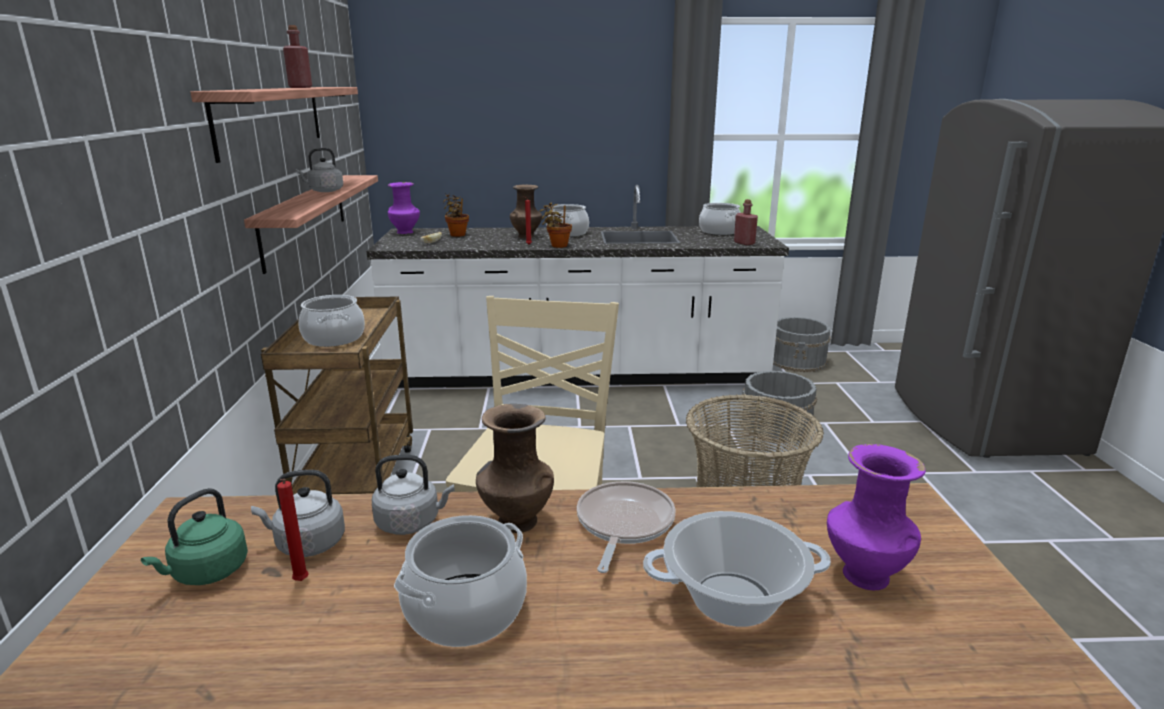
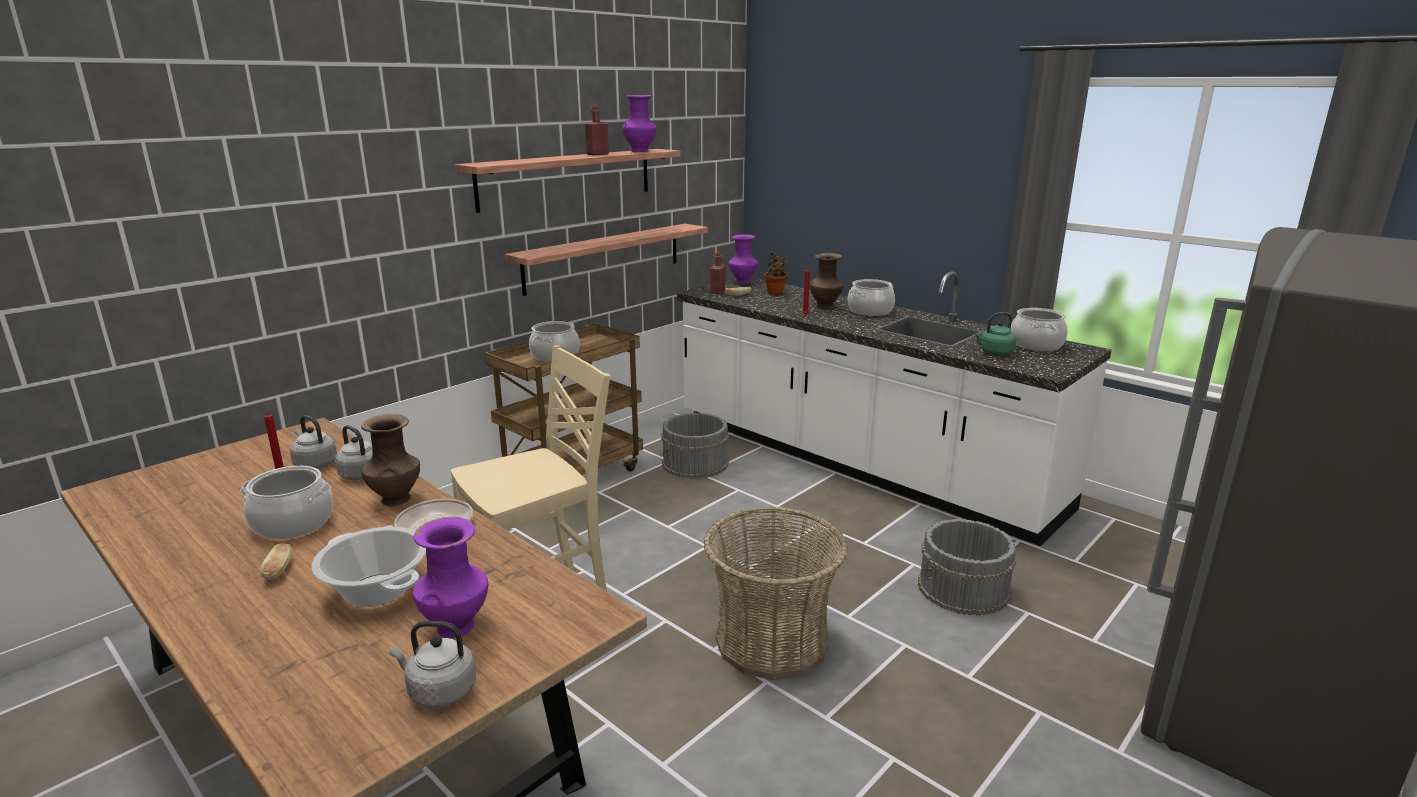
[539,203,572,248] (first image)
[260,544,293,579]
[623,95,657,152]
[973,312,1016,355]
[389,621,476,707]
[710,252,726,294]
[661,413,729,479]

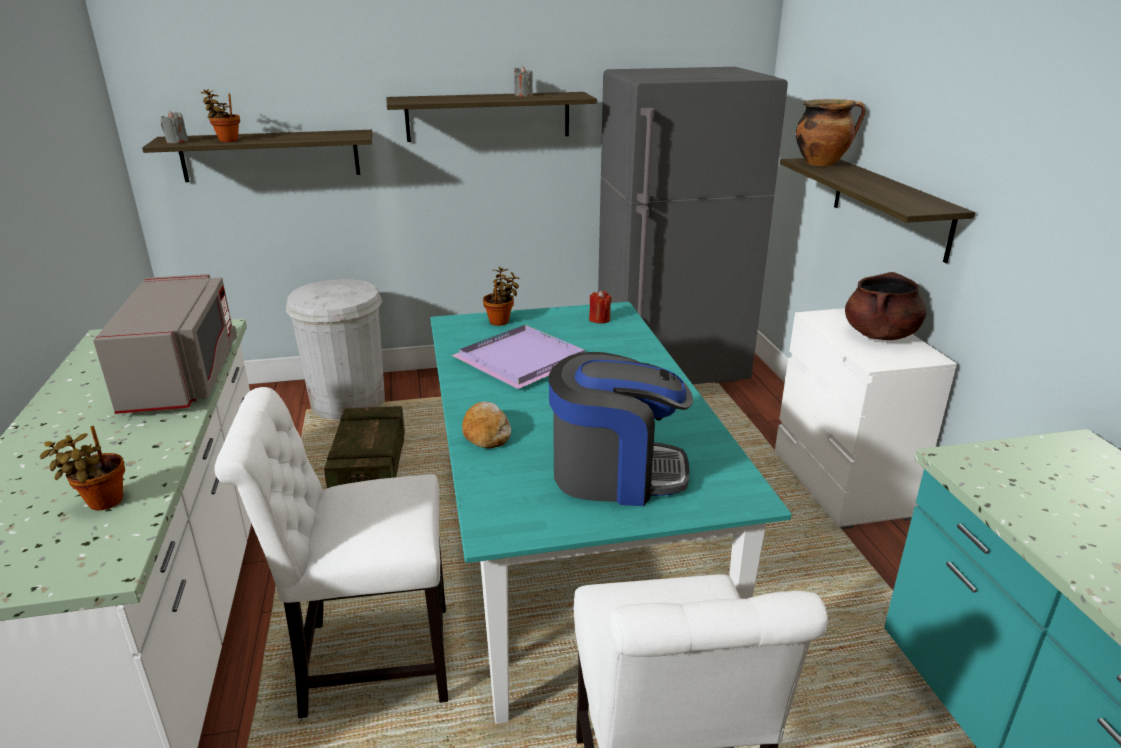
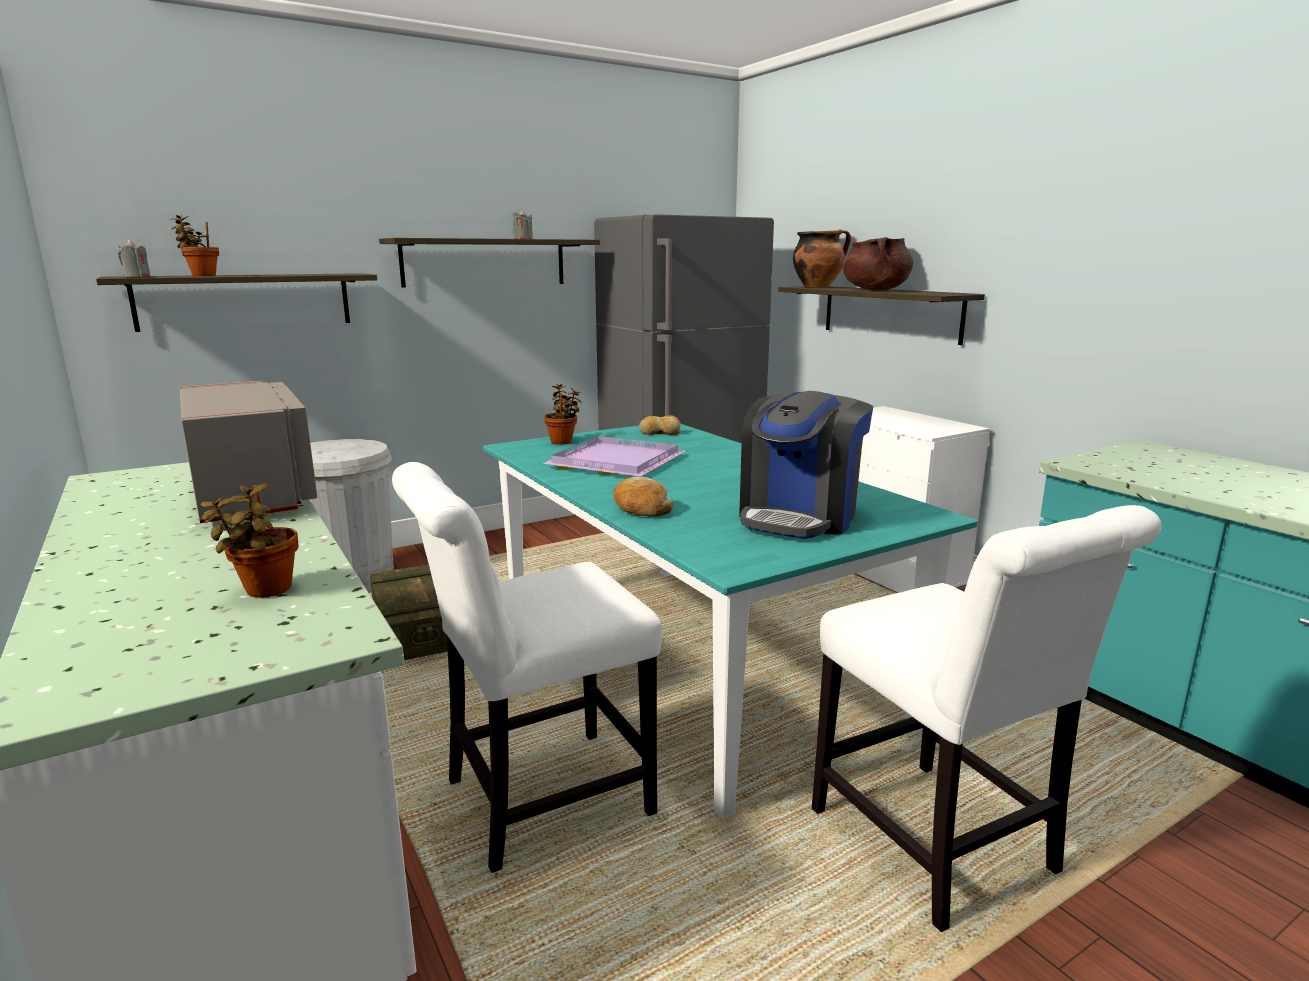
[843,237,913,290]
[639,415,681,435]
[739,391,873,539]

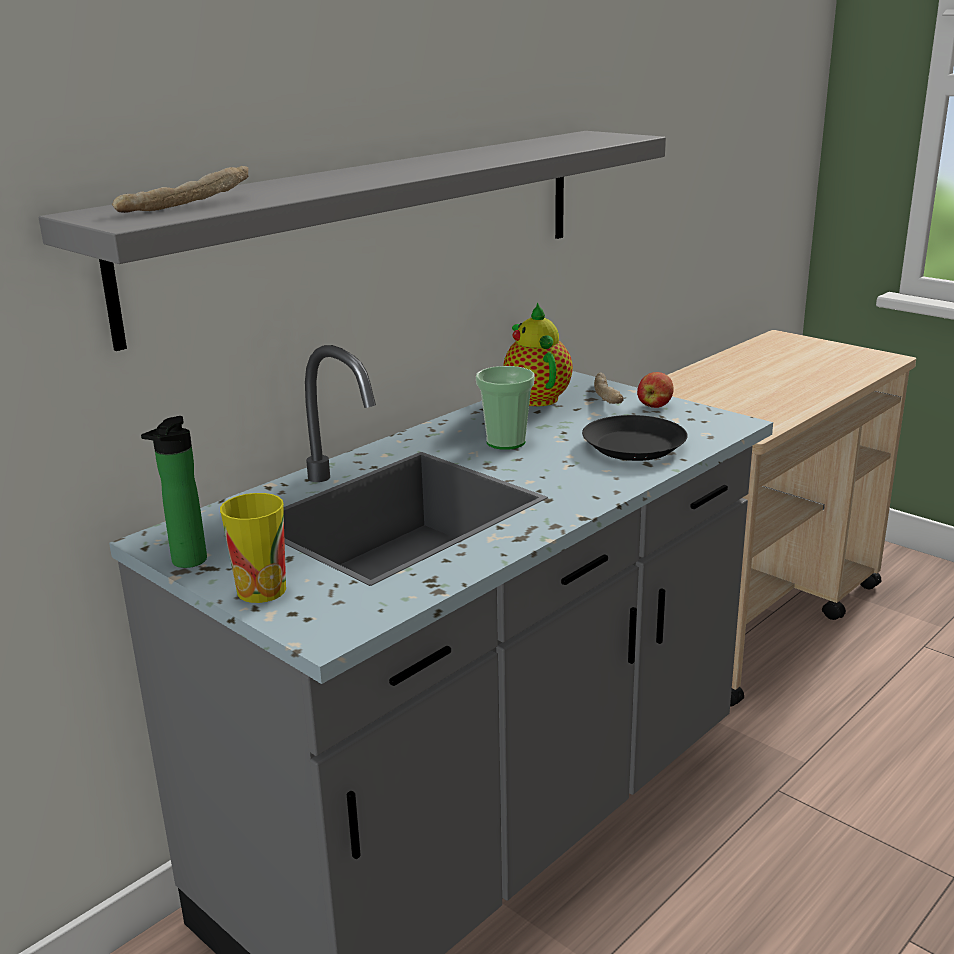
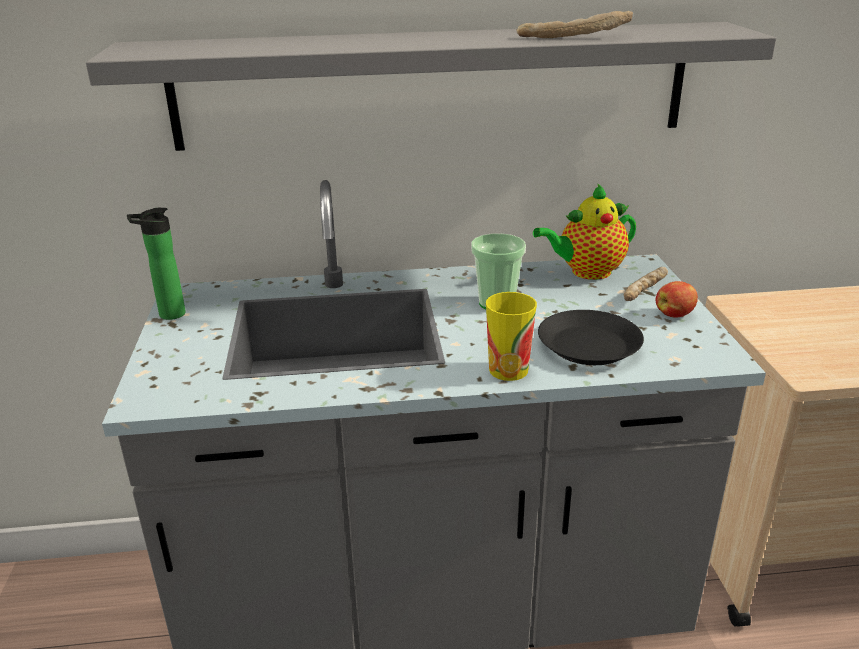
[517,11,633,38]
[486,292,537,381]
[533,183,636,280]

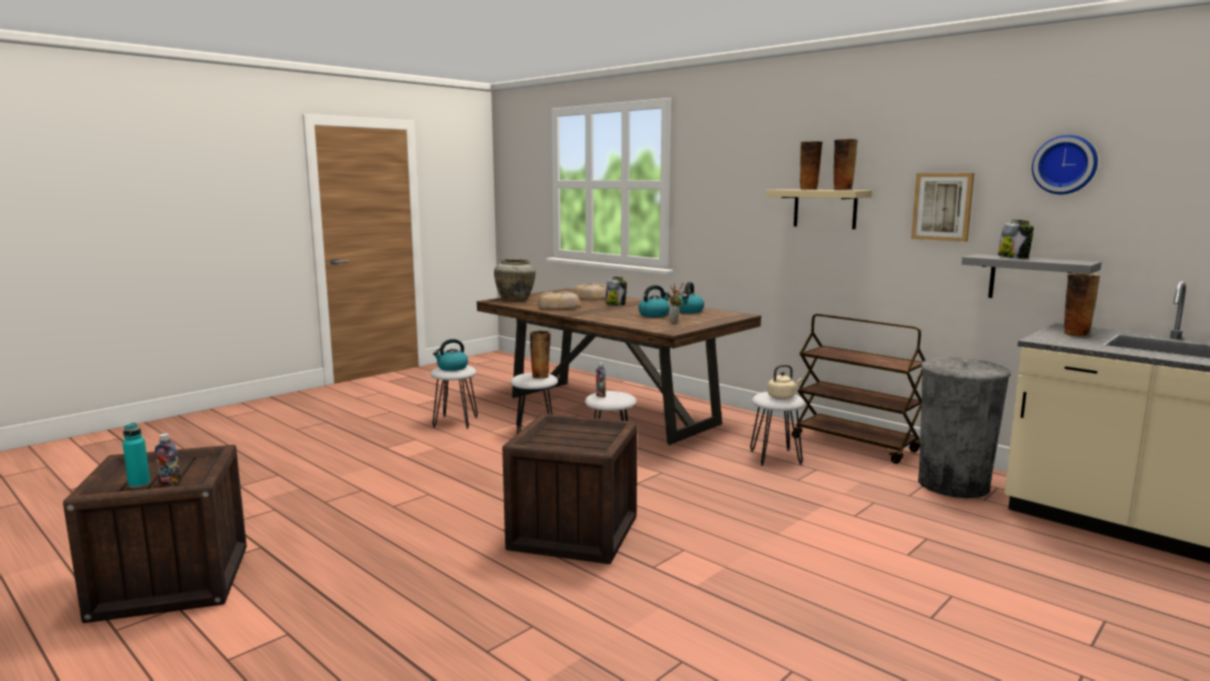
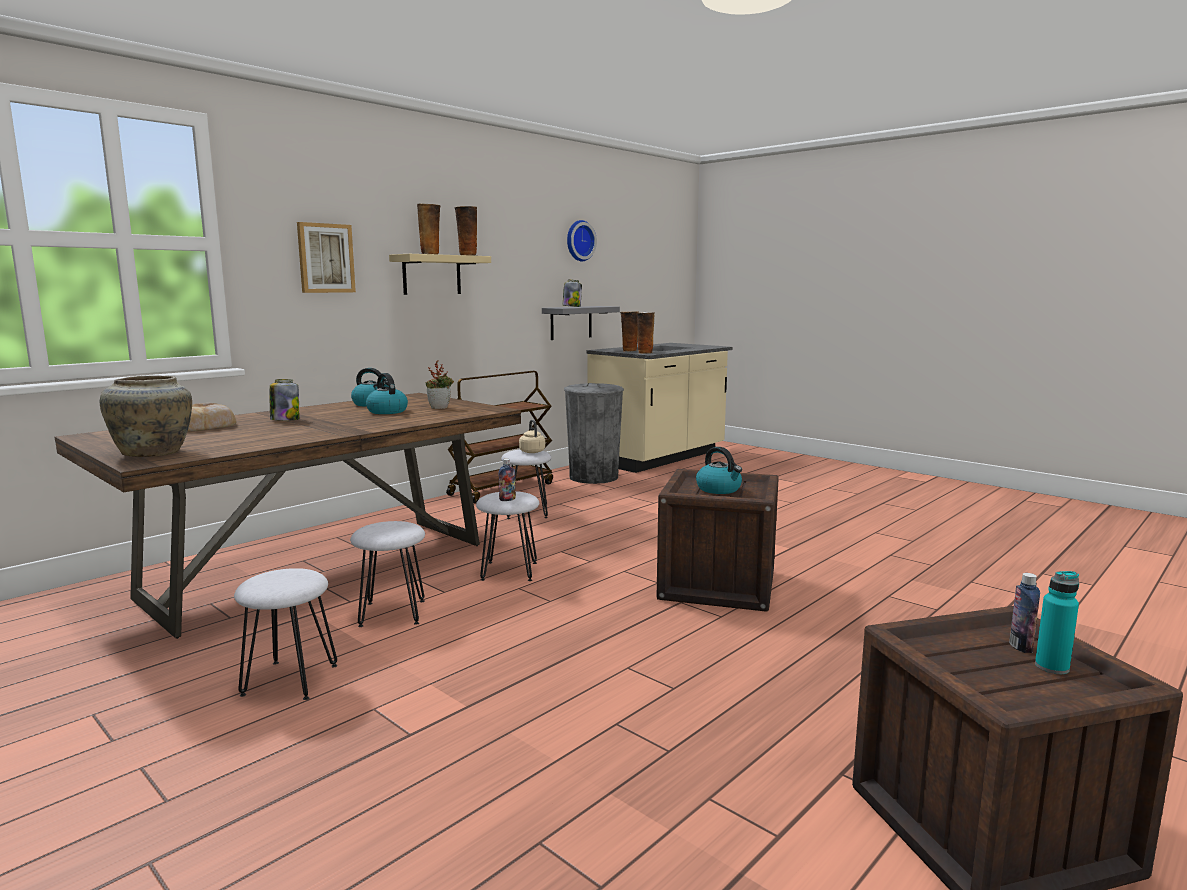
[538,292,581,309] (first image)
[696,447,742,494]
[636,312,654,354]
[297,222,356,293]

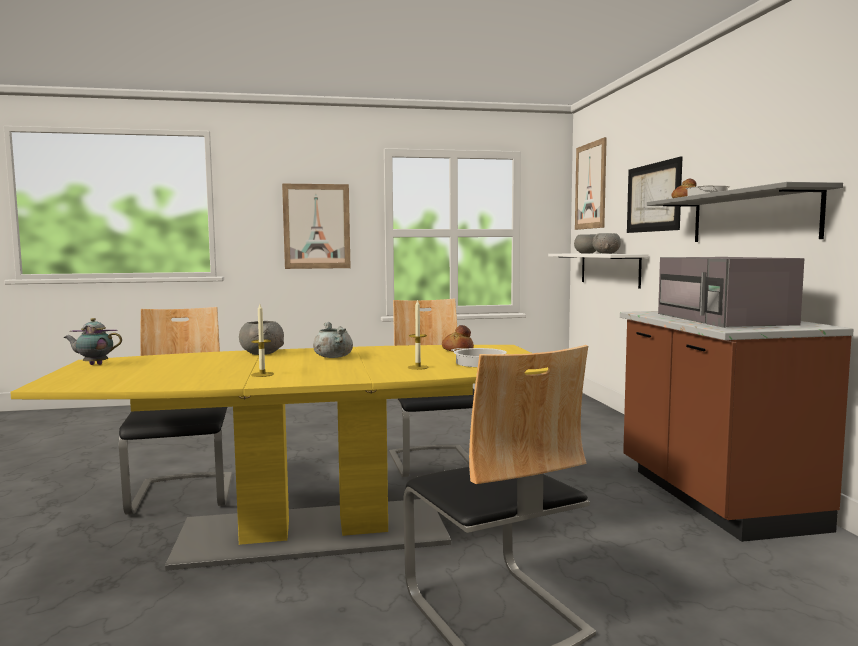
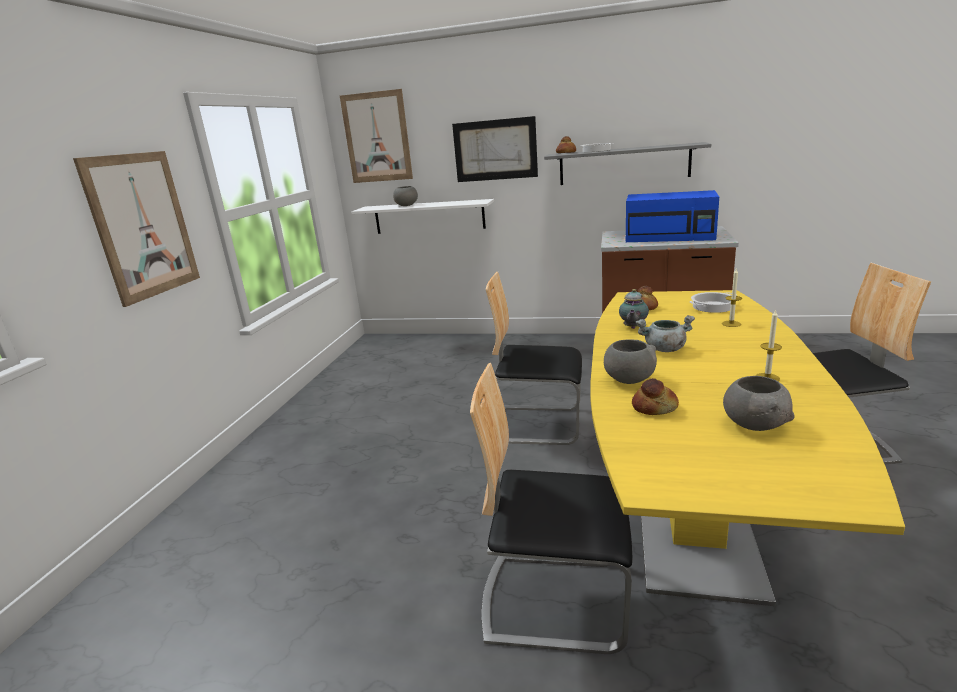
[632,378,679,415]
[619,289,649,329]
[723,376,795,431]
[626,190,719,242]

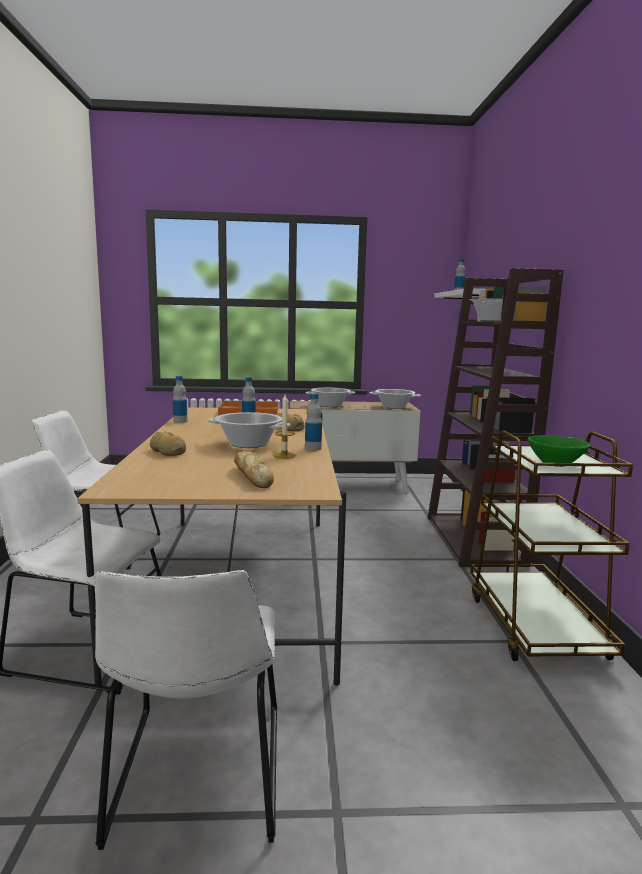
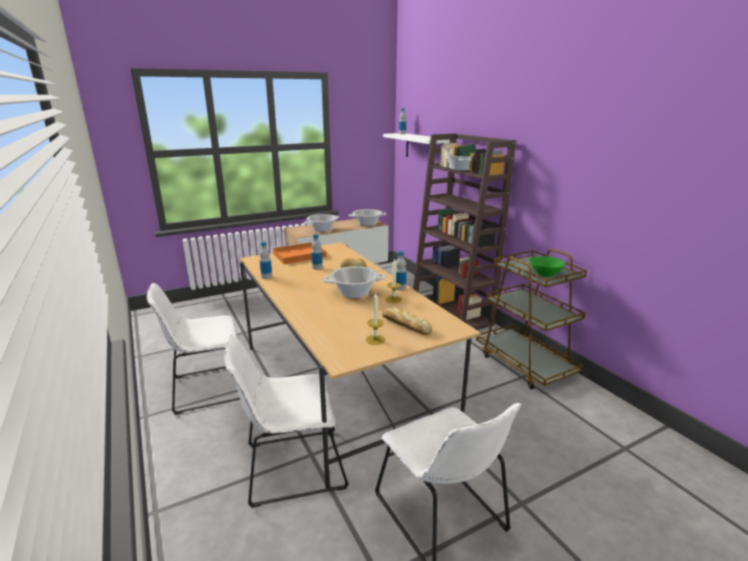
[150,432,186,456] (first image)
[366,292,385,345]

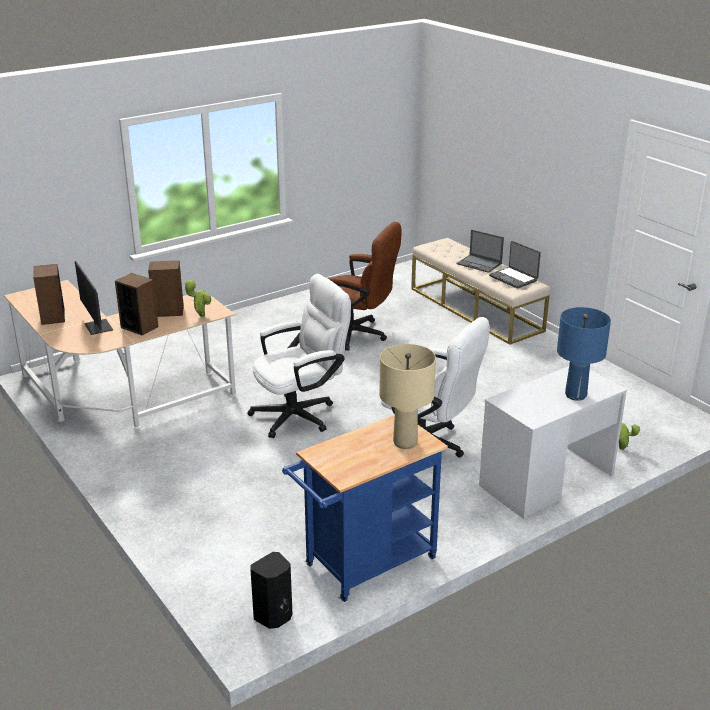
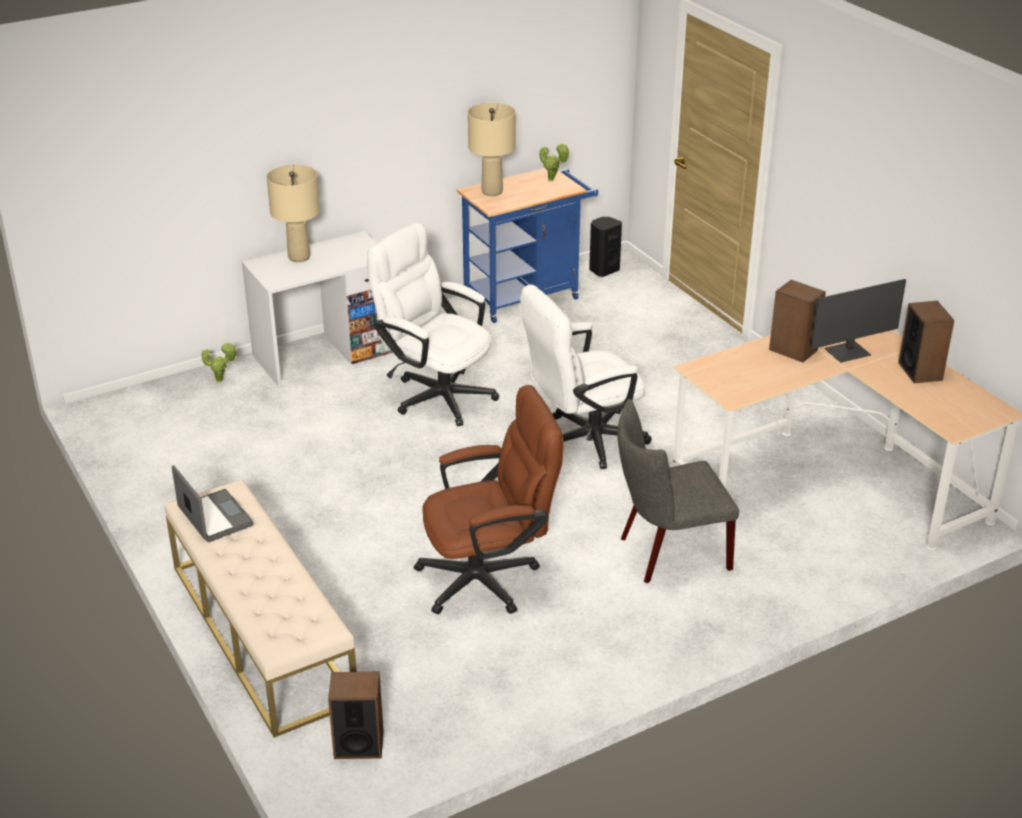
[457,230,504,273] (first image)
[617,399,739,583]
[328,672,384,759]
[539,142,570,181]
[267,165,320,262]
[811,279,906,363]
[414,385,564,614]

